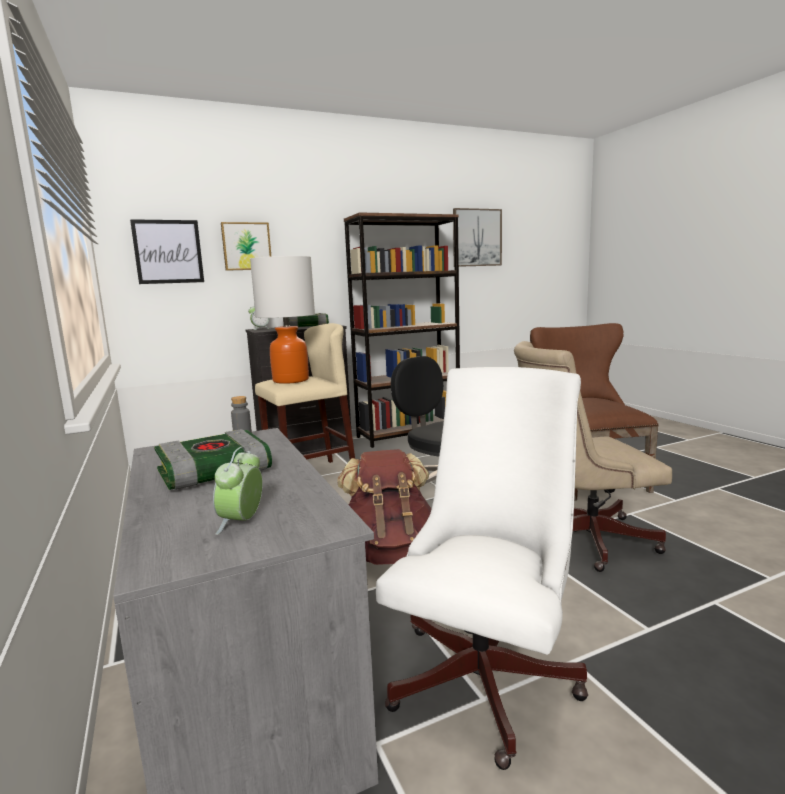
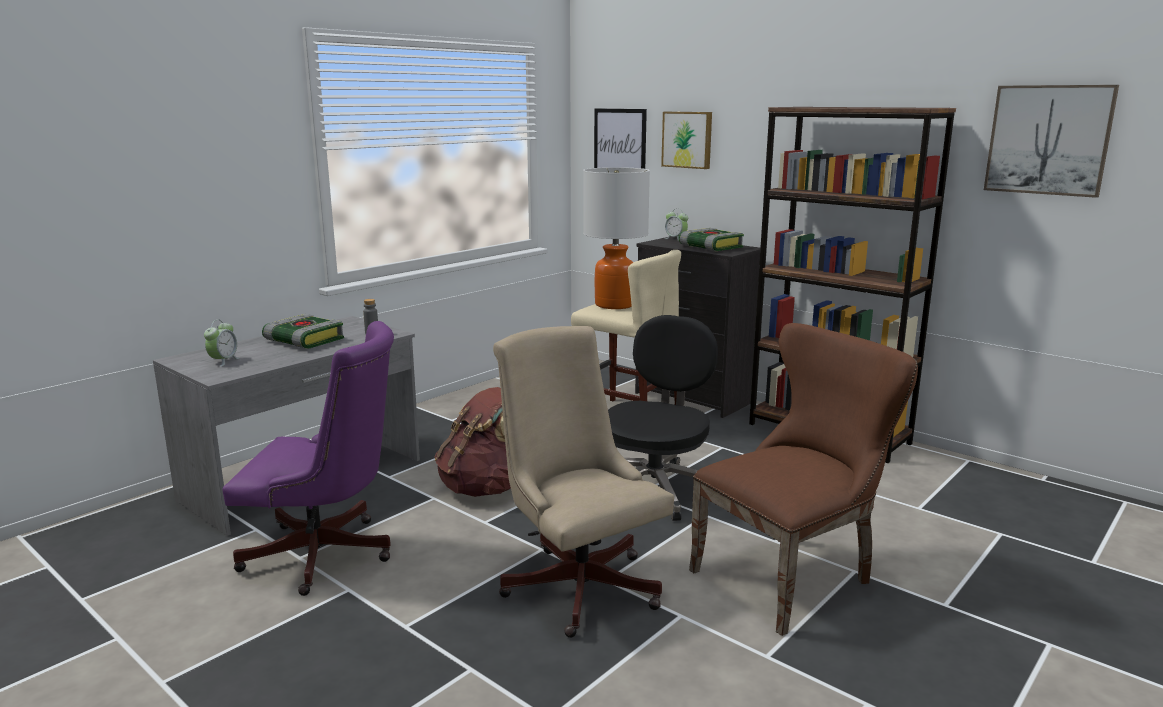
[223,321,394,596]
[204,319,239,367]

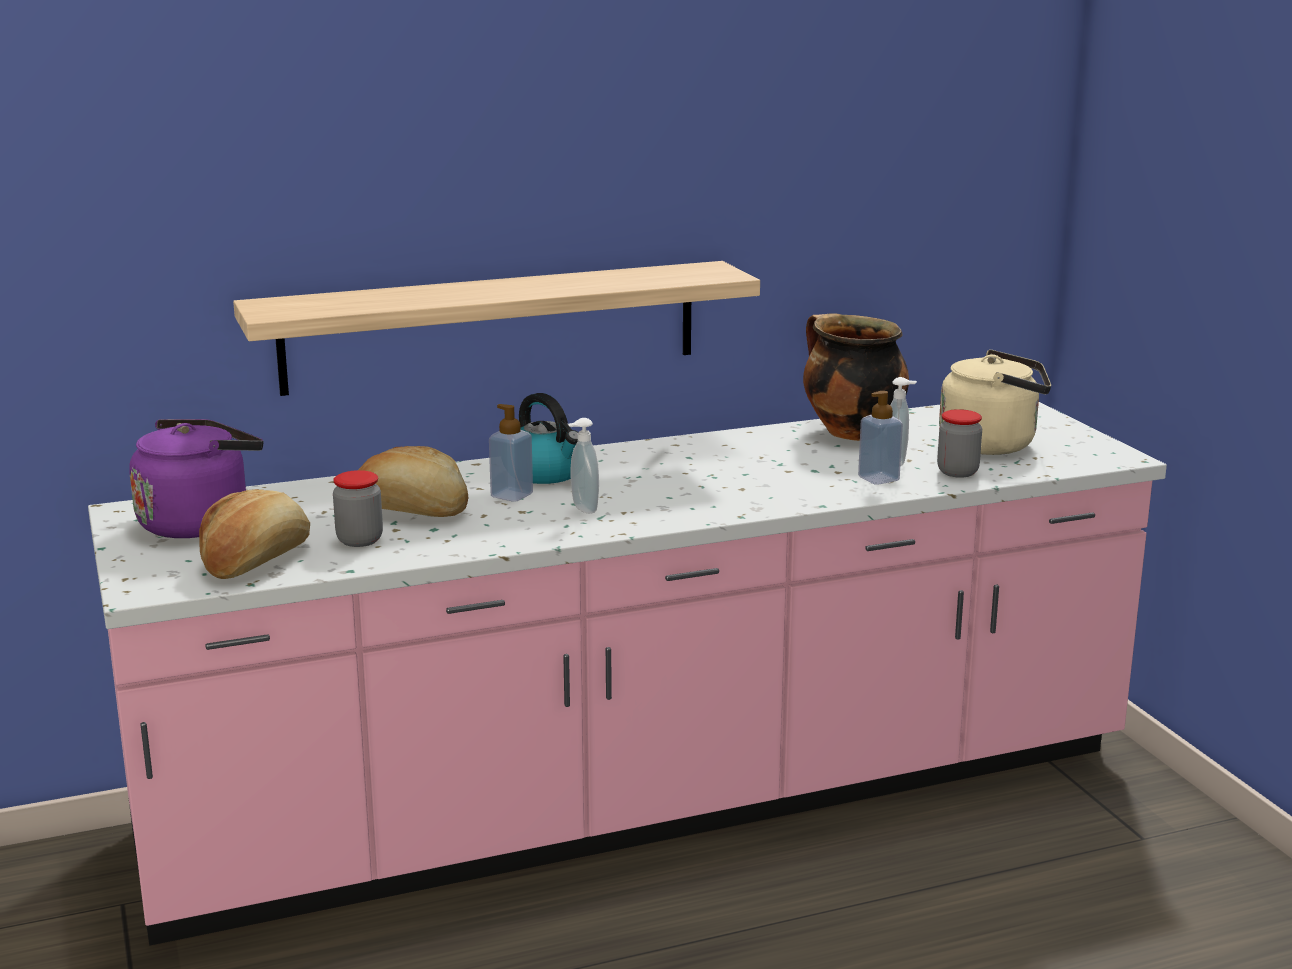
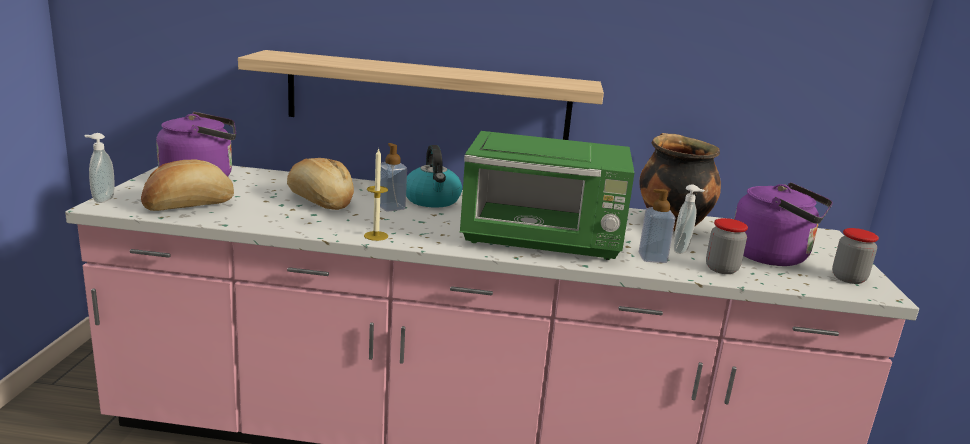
[364,148,388,241]
[460,131,634,260]
[832,228,879,284]
[84,133,114,203]
[734,182,833,266]

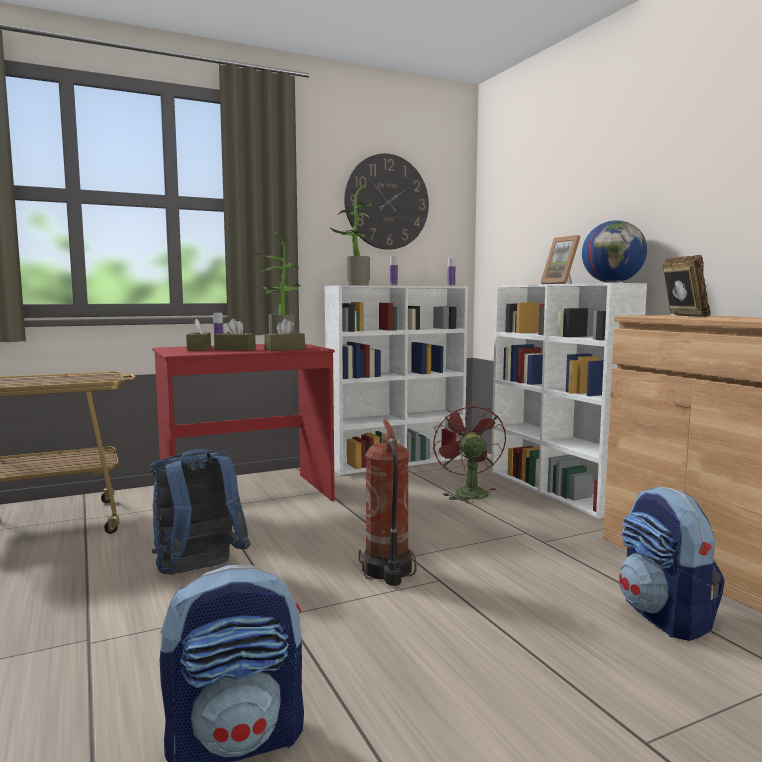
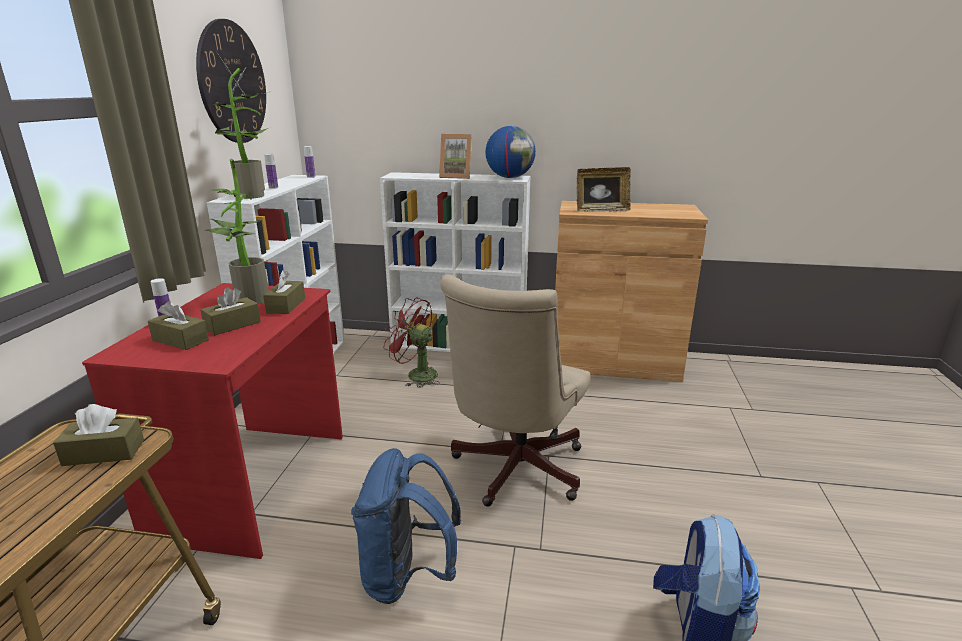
[619,487,725,641] (first image)
[53,404,144,466]
[440,274,591,507]
[577,167,631,212]

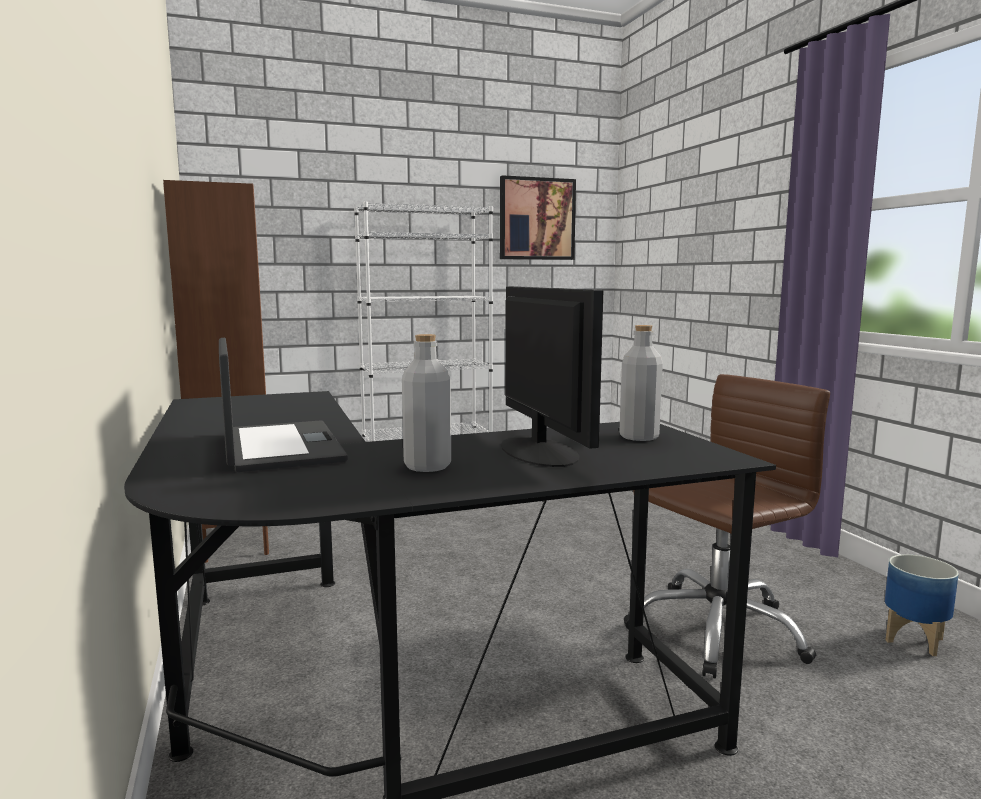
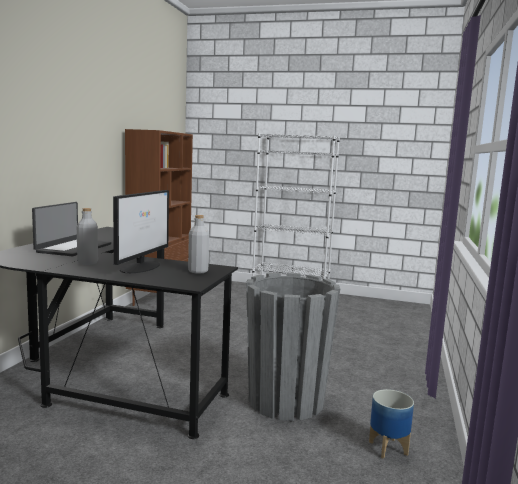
[500,175,576,260] (first image)
[246,272,340,421]

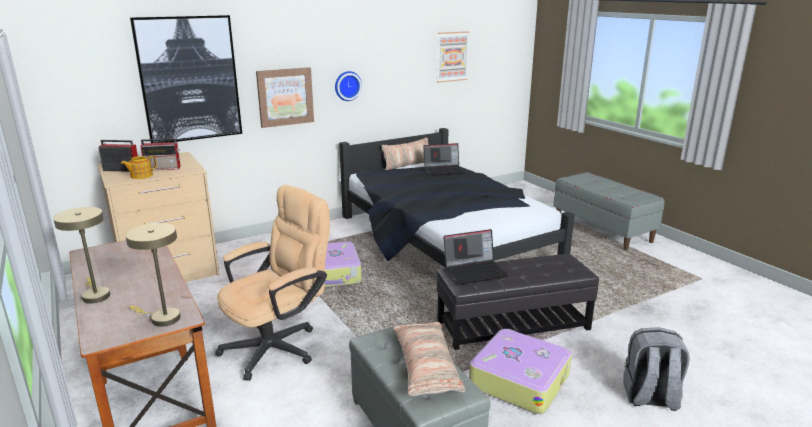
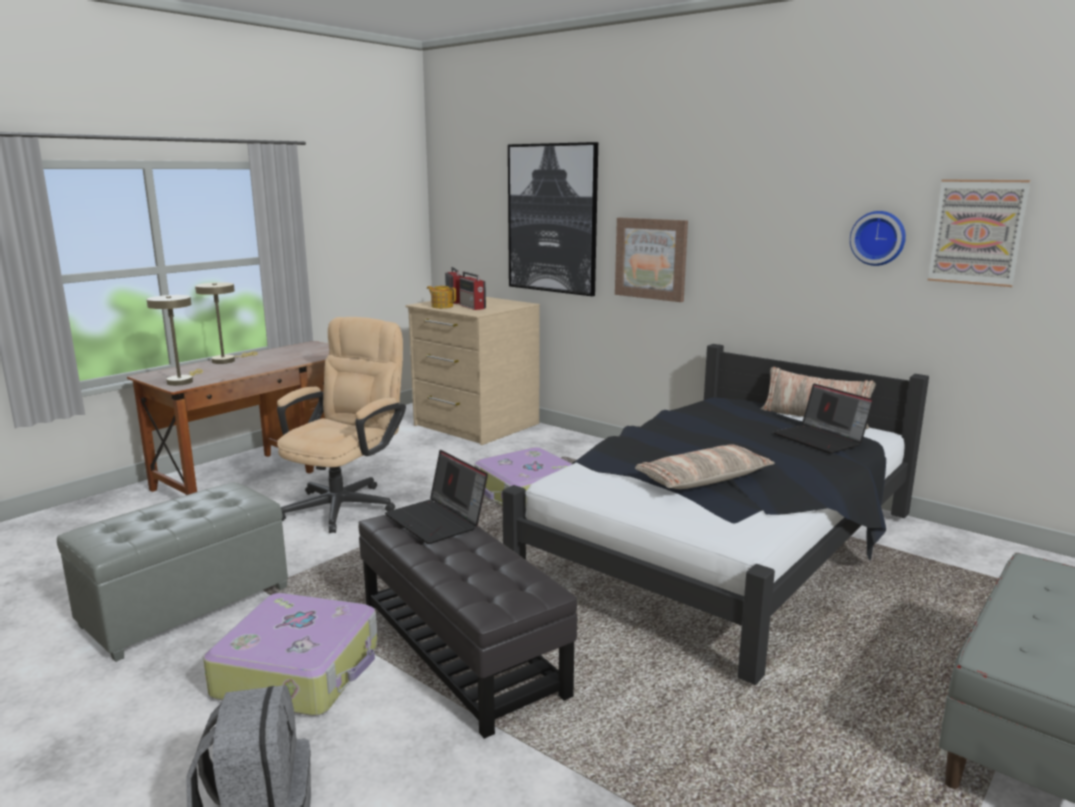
[850,211,906,266]
[635,444,775,489]
[277,317,406,533]

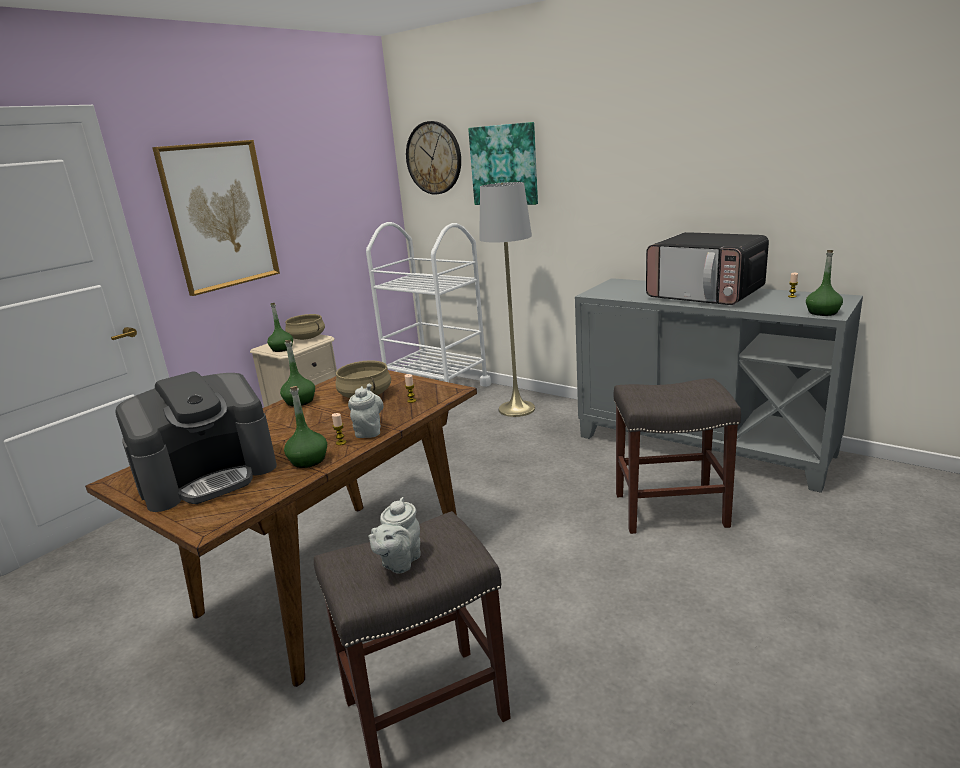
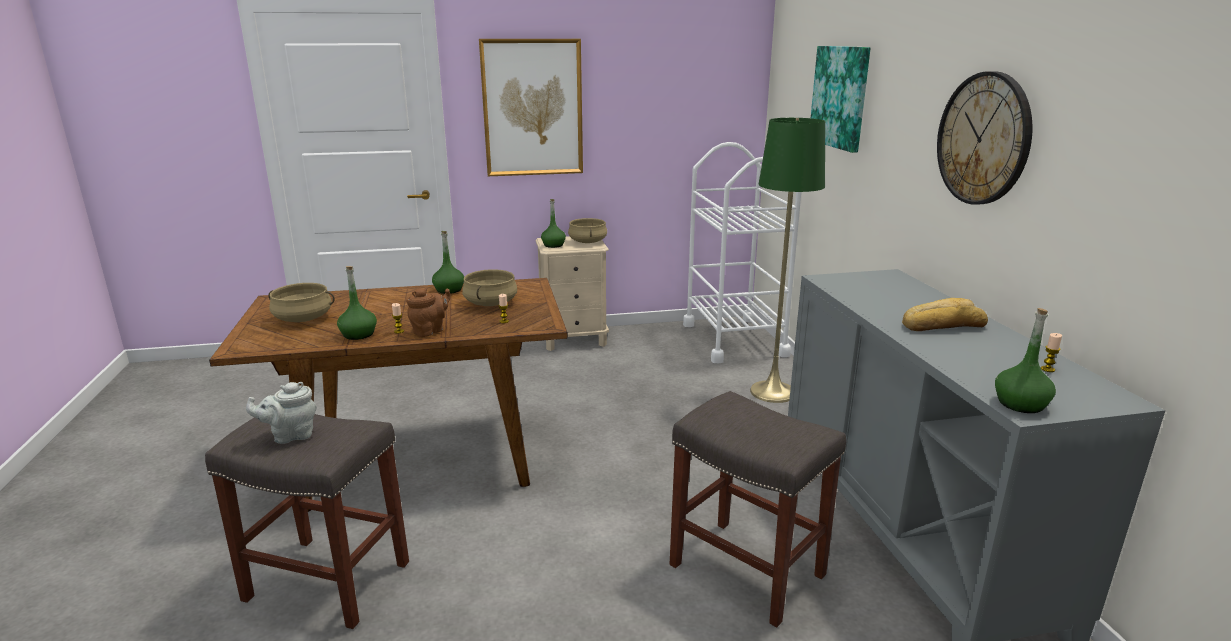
[937,71,1033,205]
[268,283,335,322]
[902,298,988,331]
[406,288,451,337]
[750,118,825,403]

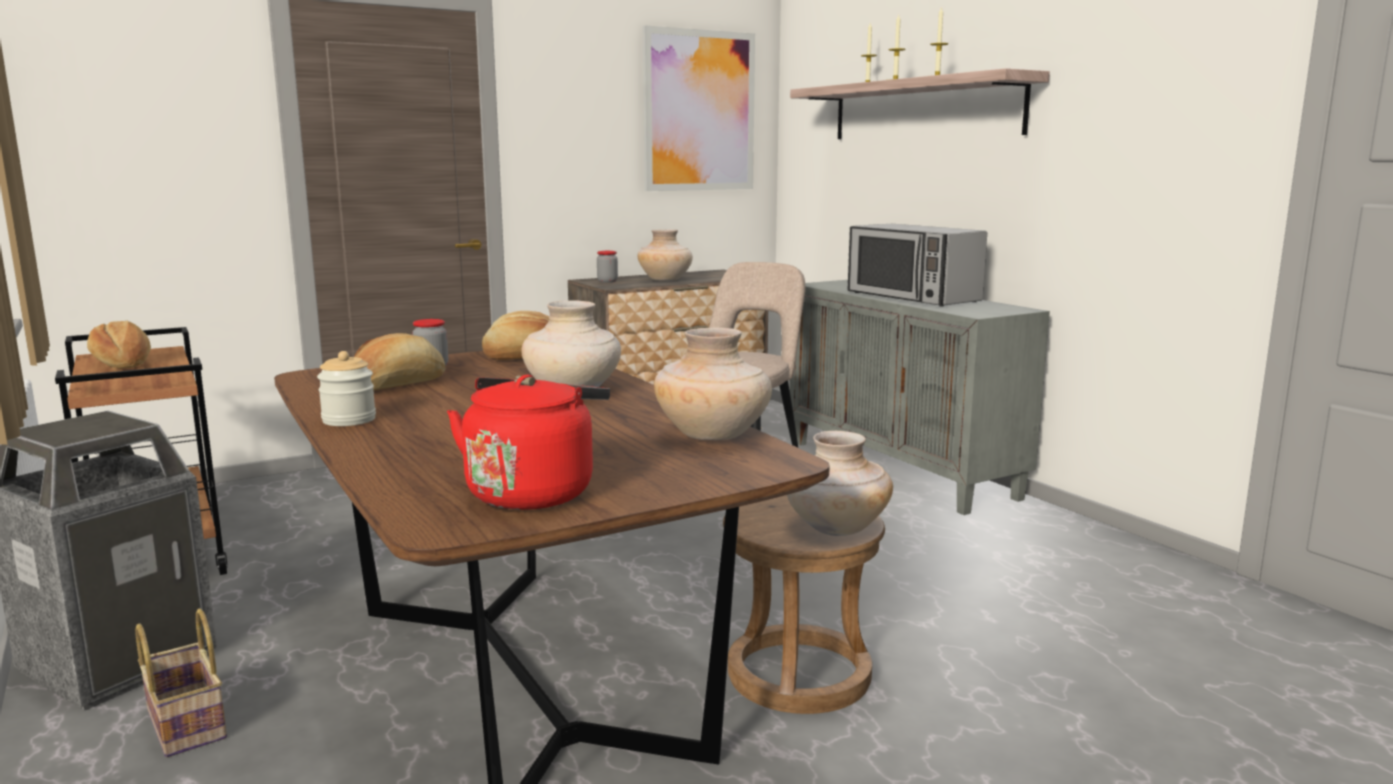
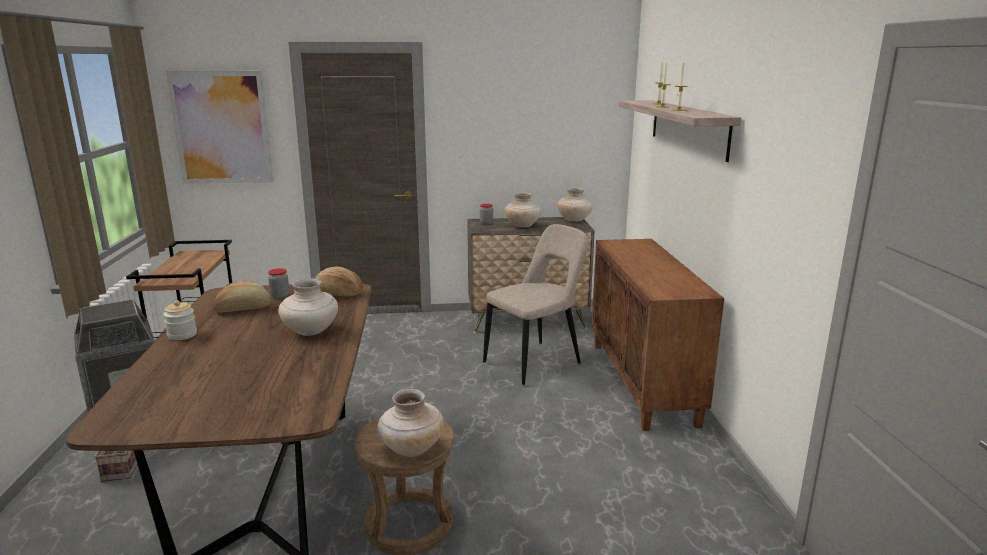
[87,321,151,368] (first image)
[447,375,610,510] (first image)
[848,224,987,307] (first image)
[166,71,274,184]
[557,188,593,222]
[592,239,724,431]

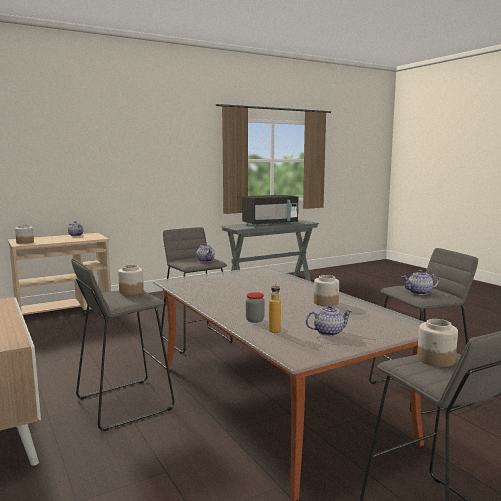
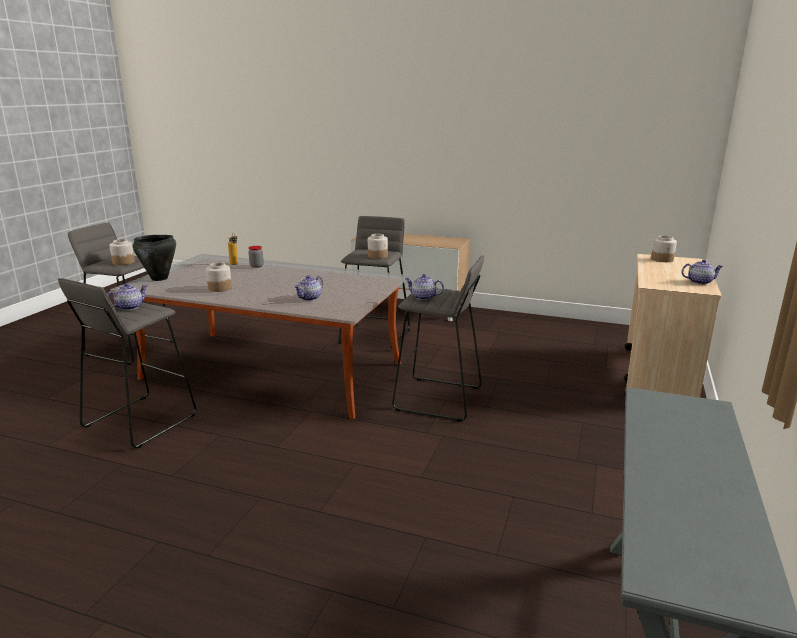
[242,195,298,226] (first image)
[133,235,176,281]
[294,275,323,301]

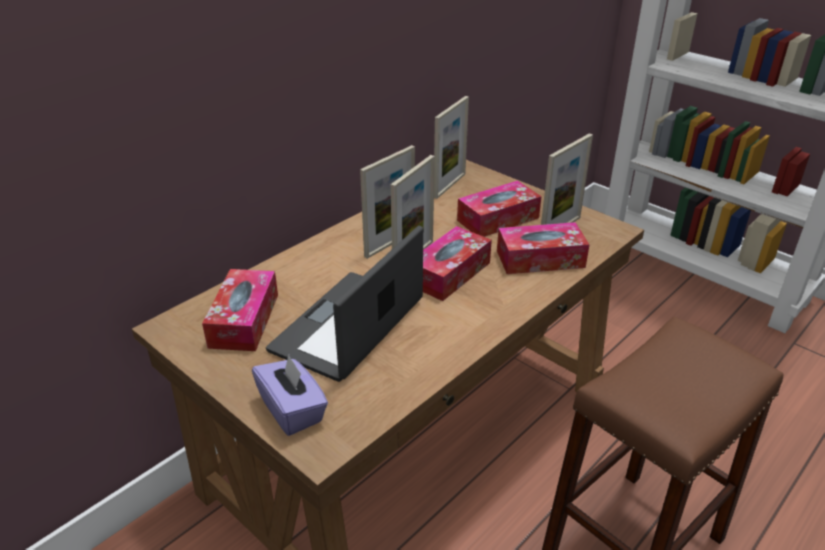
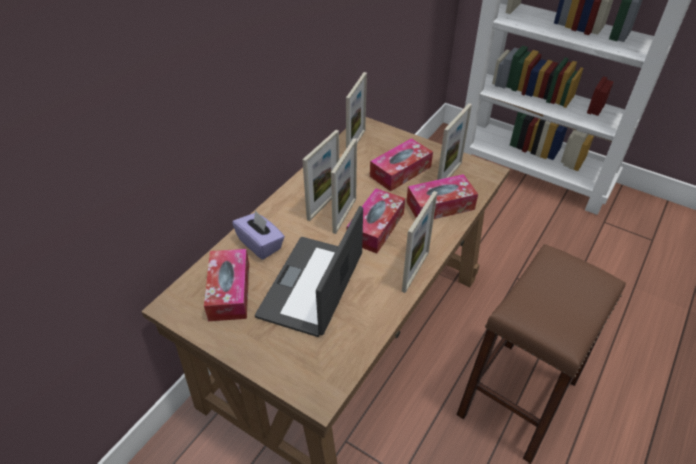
[402,191,438,293]
[232,210,285,260]

